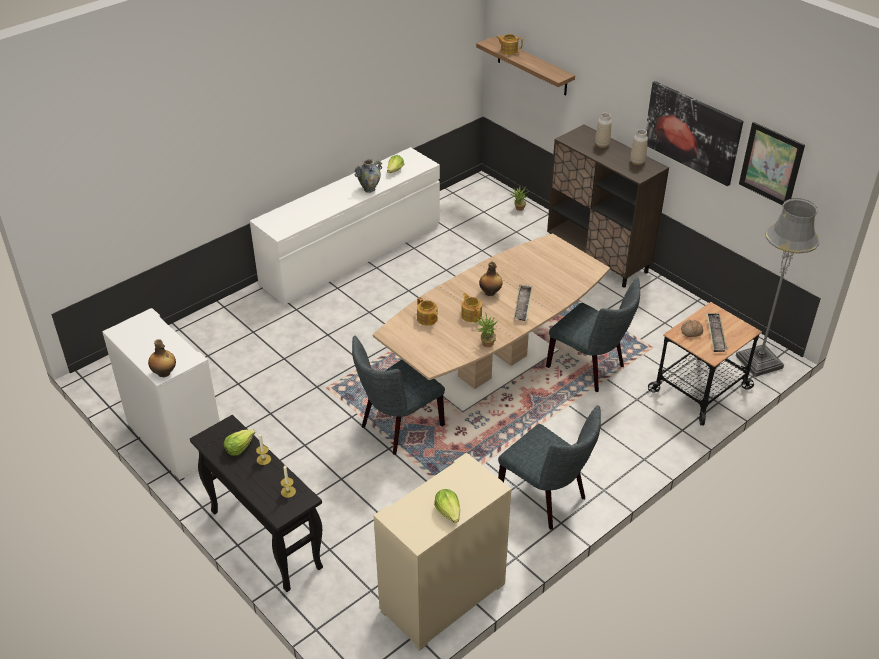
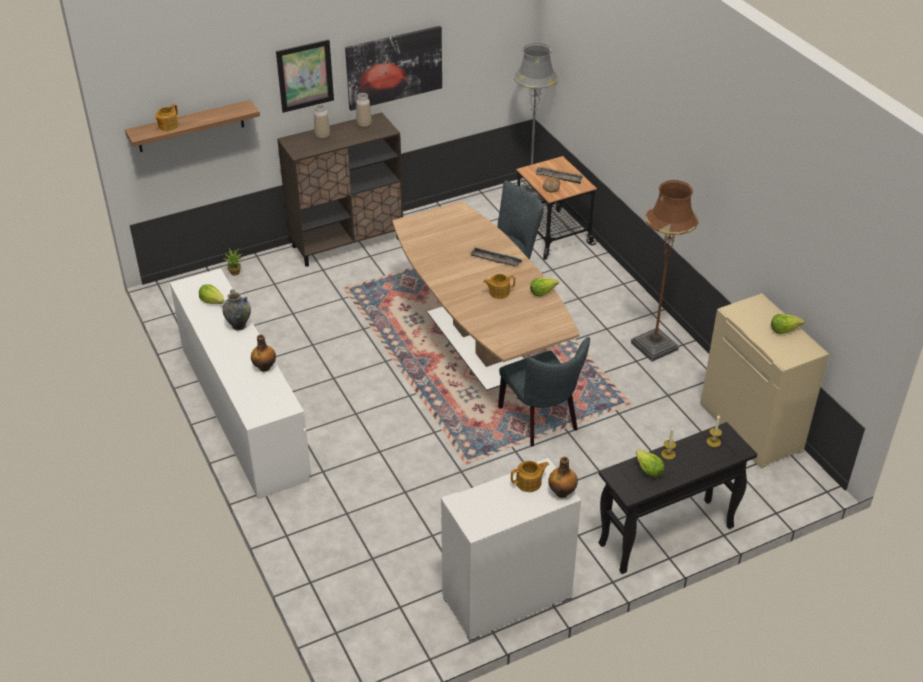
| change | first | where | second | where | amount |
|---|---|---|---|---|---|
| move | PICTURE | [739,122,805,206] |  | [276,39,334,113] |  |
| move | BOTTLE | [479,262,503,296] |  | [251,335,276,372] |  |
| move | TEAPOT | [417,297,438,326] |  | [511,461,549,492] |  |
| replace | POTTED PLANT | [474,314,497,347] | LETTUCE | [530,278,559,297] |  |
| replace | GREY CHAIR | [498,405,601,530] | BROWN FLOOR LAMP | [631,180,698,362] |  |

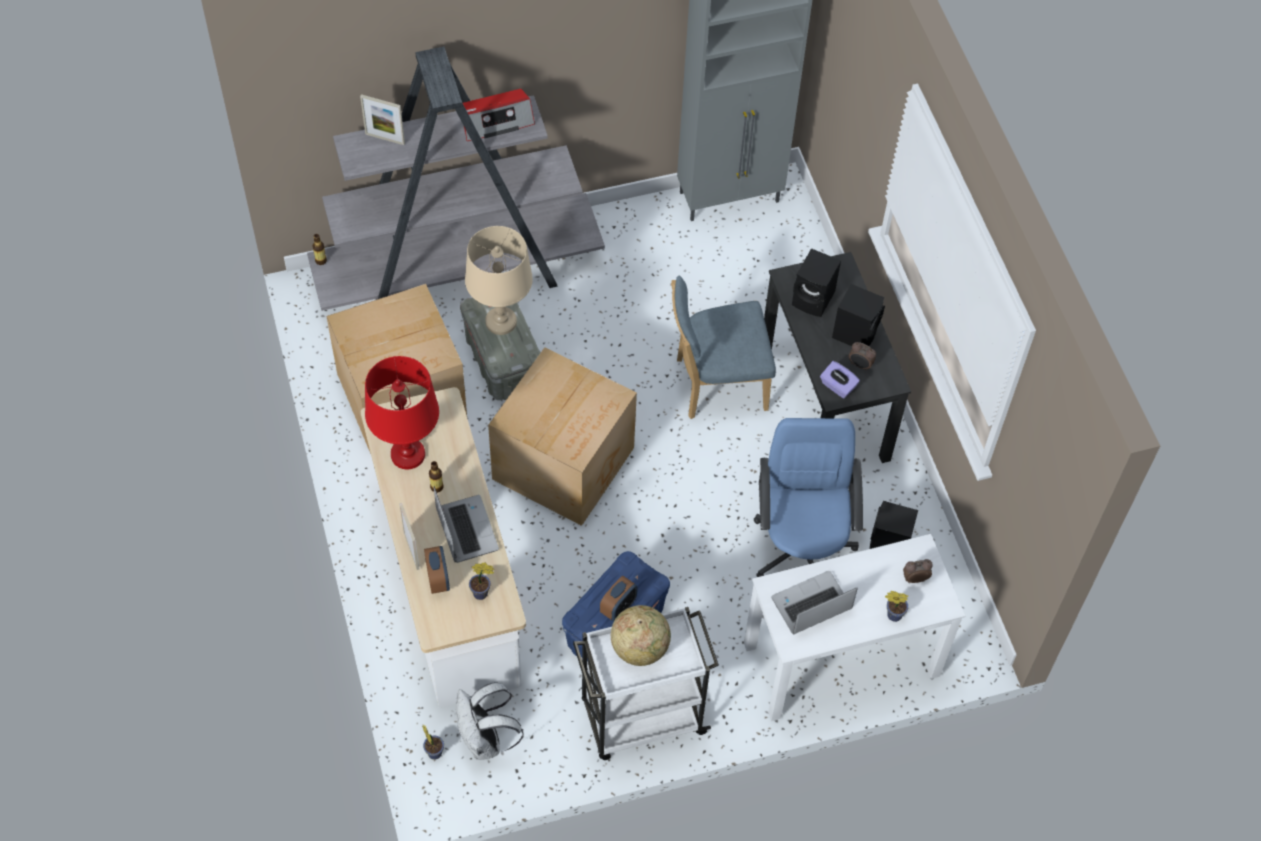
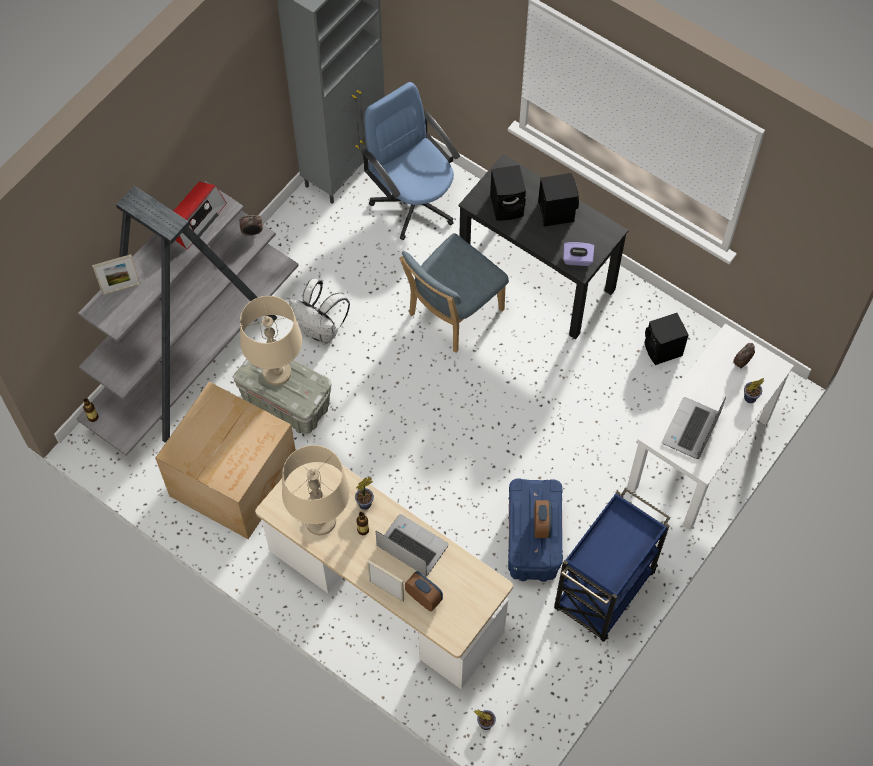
| change | first | where | second | where | amount |
|---|---|---|---|---|---|
| move | ALARM CLOCK | [849,342,876,371] |  | [239,215,263,236] |  |
| delete | CARDBOARD BOX | [488,347,637,526] |  |  |  |
| recolor | RED TABLE LAMP | [365,356,439,469] | BEIGE TABLE LAMP | [282,445,350,535] |  |
| move | BLUE OFFICE CHAIR | [754,418,863,577] |  | [361,82,460,240] |  |
| move | POTTED PLANT | [469,562,494,600] |  | [355,477,374,510] |  |
| delete | GLOBE | [611,605,671,666] |  |  |  |
| recolor | WHITE CART | [573,607,719,760] | BLUE CART | [554,488,671,642] |  |
| move | WHITE BACKPACK | [456,682,524,760] |  | [289,279,350,345] |  |

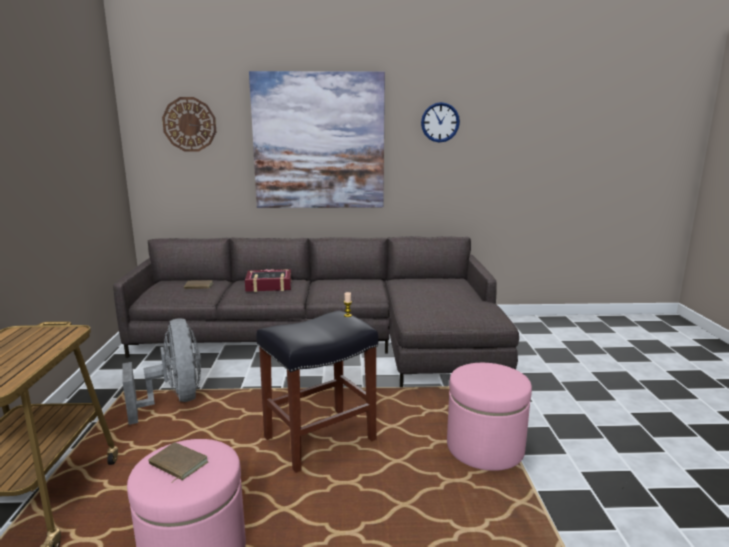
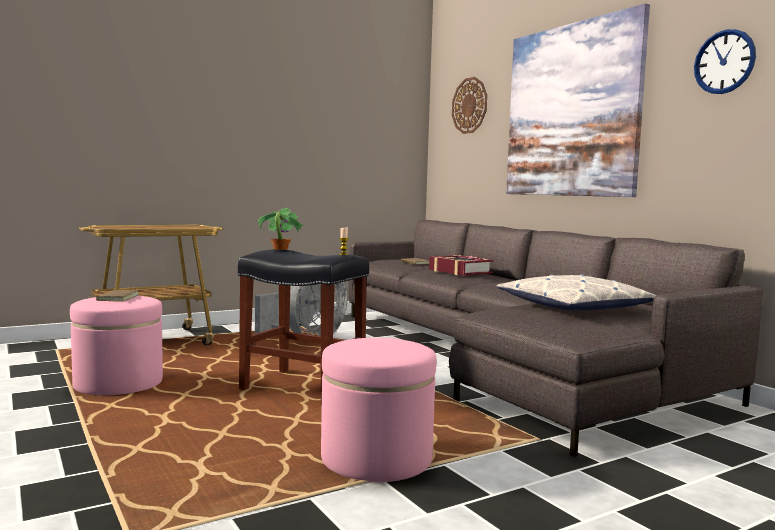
| change | first | where | second | where | amount |
|---|---|---|---|---|---|
| insert |  |  | POTTED PLANT | [258,208,304,250] |  |
| insert |  |  | PILLOW | [497,274,657,310] |  |

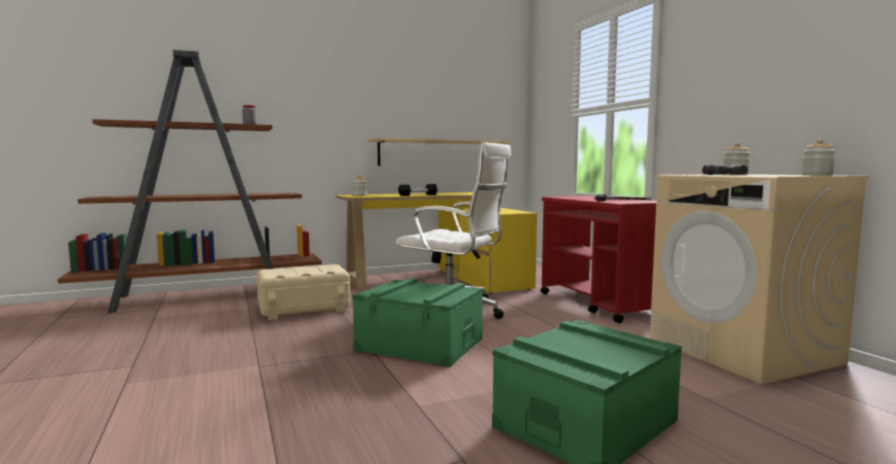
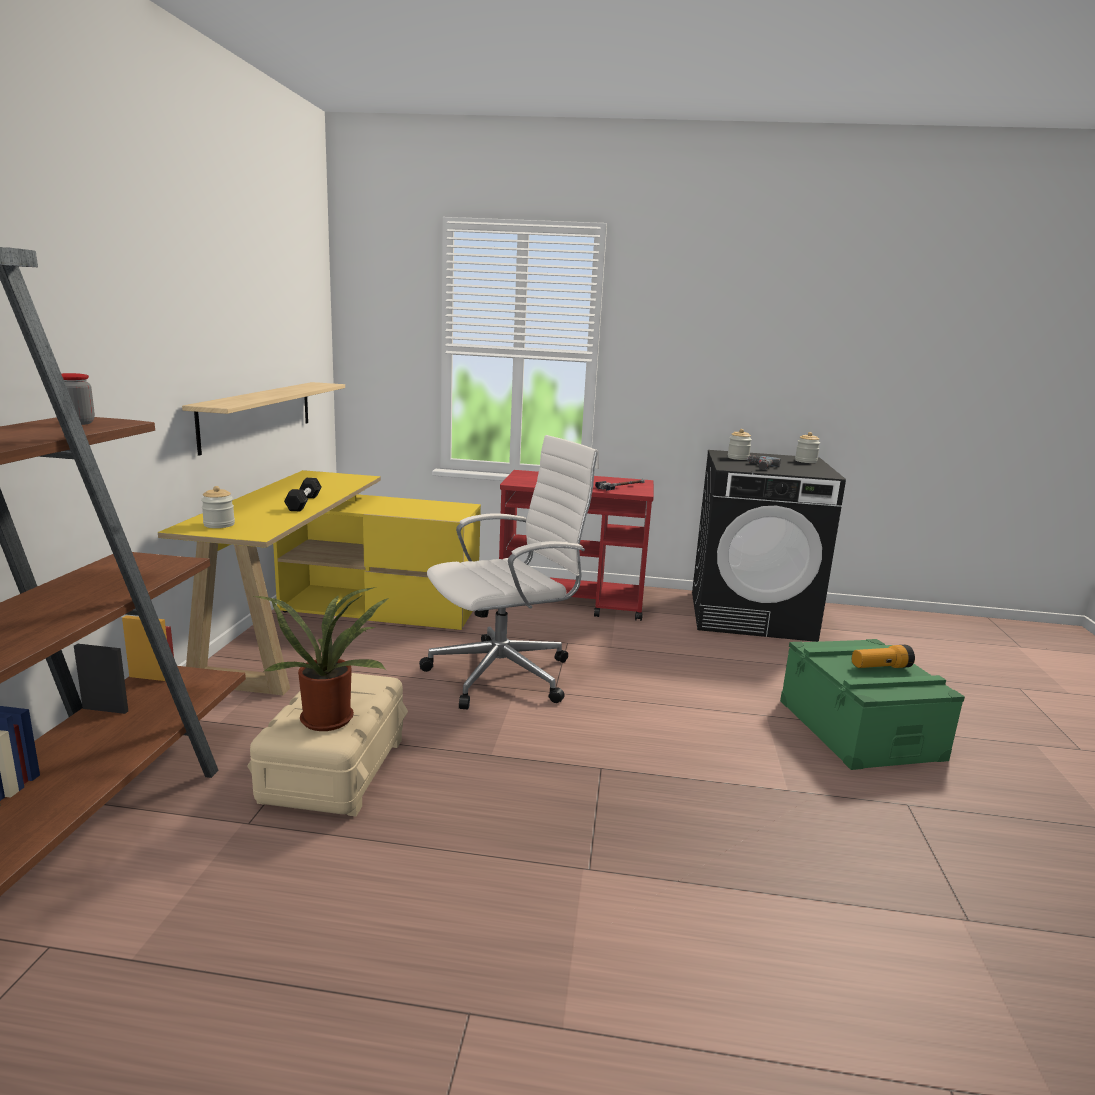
| change | first | where | second | where | amount |
|---|---|---|---|---|---|
| recolor | BEIGE WASHING MACHINE | [650,174,869,384] | BLACK WASHING MACHINE | [692,450,846,642] |  |
| delete | GREEN STORAGE BOX | [352,278,483,367] |  |  |  |
| insert |  |  | POTTED PLANT | [254,587,389,731] |  |
| insert |  |  | FLASHLIGHT | [852,645,915,668] |  |

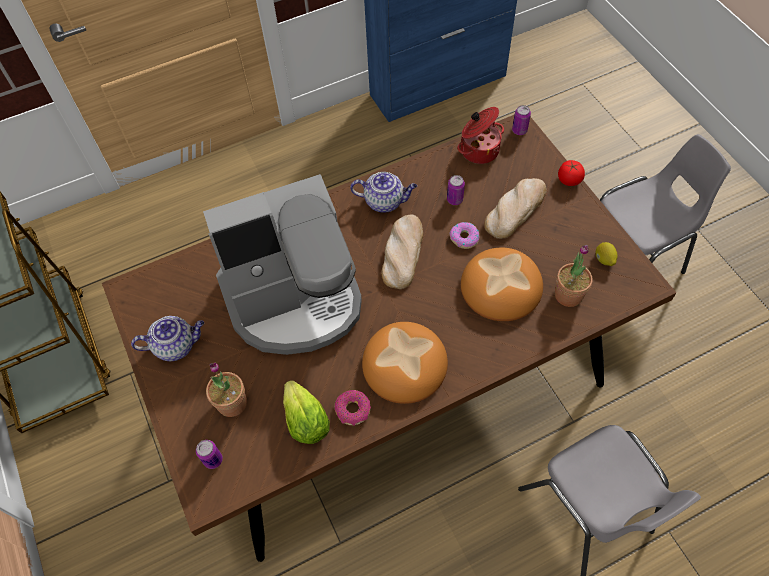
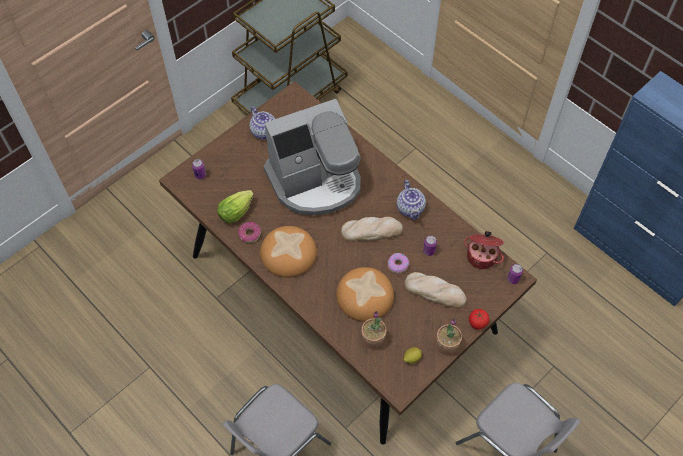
| change | first | where | second | where | amount |
|---|---|---|---|---|---|
| rotate | COFFEE MACHINE | [203,174,362,355] |  | [264,99,361,215] | 75 degrees counterclockwise |
| move | POTTED PLANT | [206,363,247,417] |  | [437,318,462,355] |  |

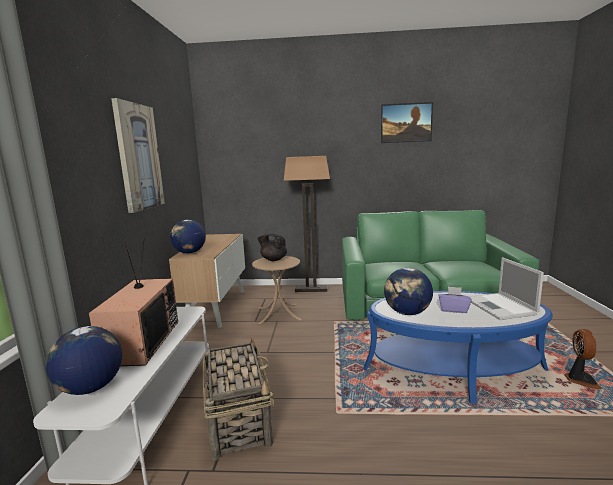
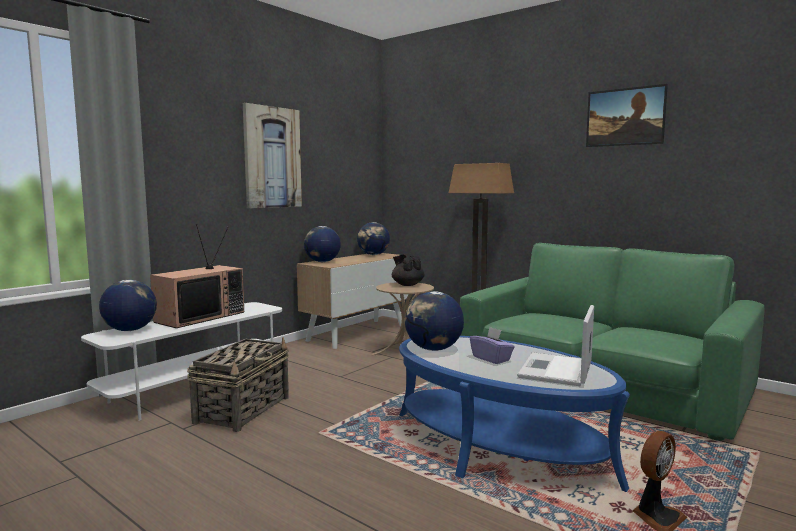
| change | first | where | second | where | amount |
|---|---|---|---|---|---|
| insert |  |  | GLOBE | [357,222,390,255] |  |

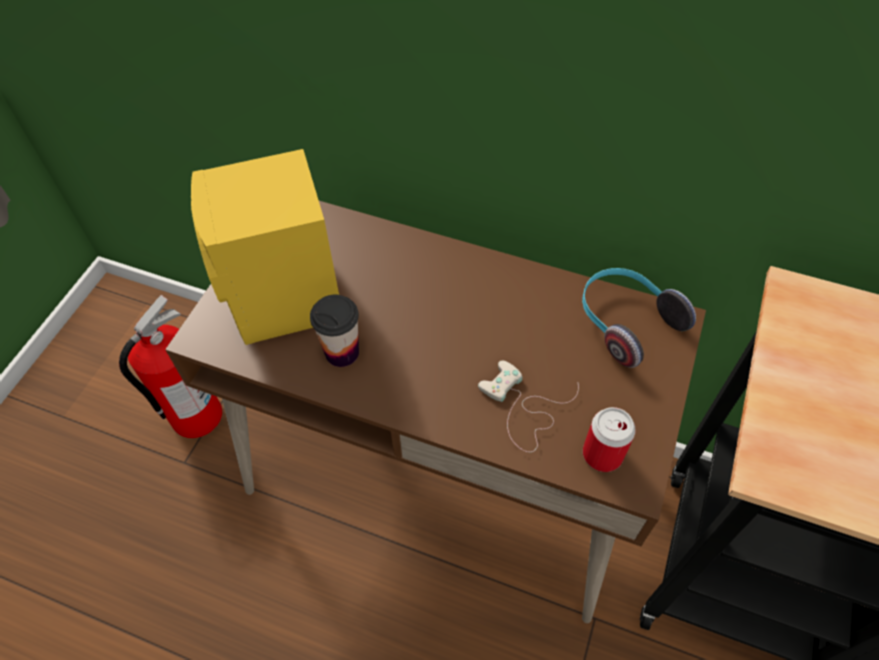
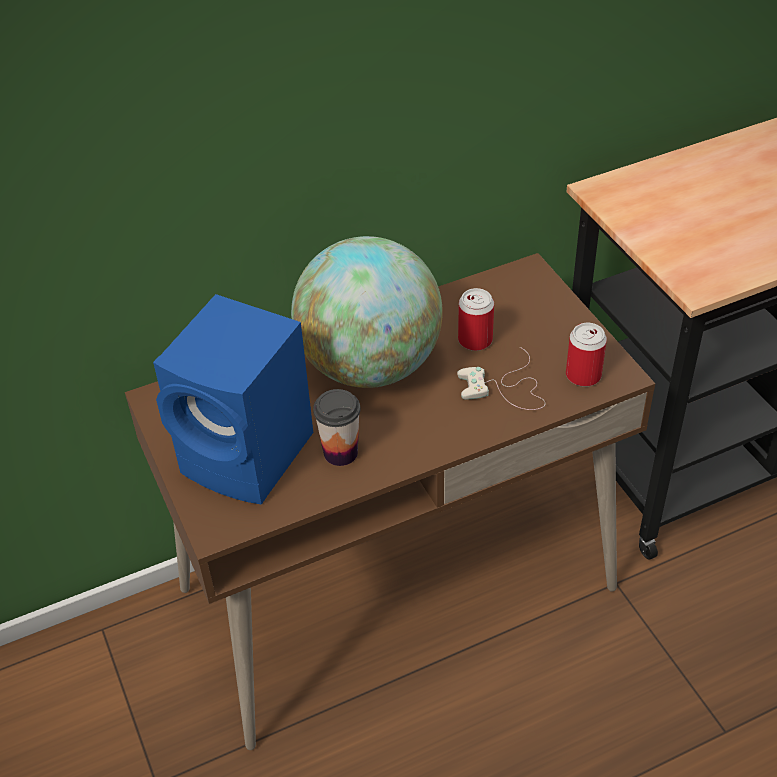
| change | first | where | second | where | amount |
|---|---|---|---|---|---|
| recolor | YELLOW SPEAKER | [191,149,339,345] | BLUE SPEAKER | [153,294,313,505] |  |
| delete | HEADPHONES | [582,268,696,368] |  |  |  |
| delete | FIRE EXTINGUISHER | [119,295,222,438] |  |  |  |
| insert |  |  | GLOBE | [291,236,443,388] |  |
| insert |  |  | CAN | [458,288,494,351] |  |

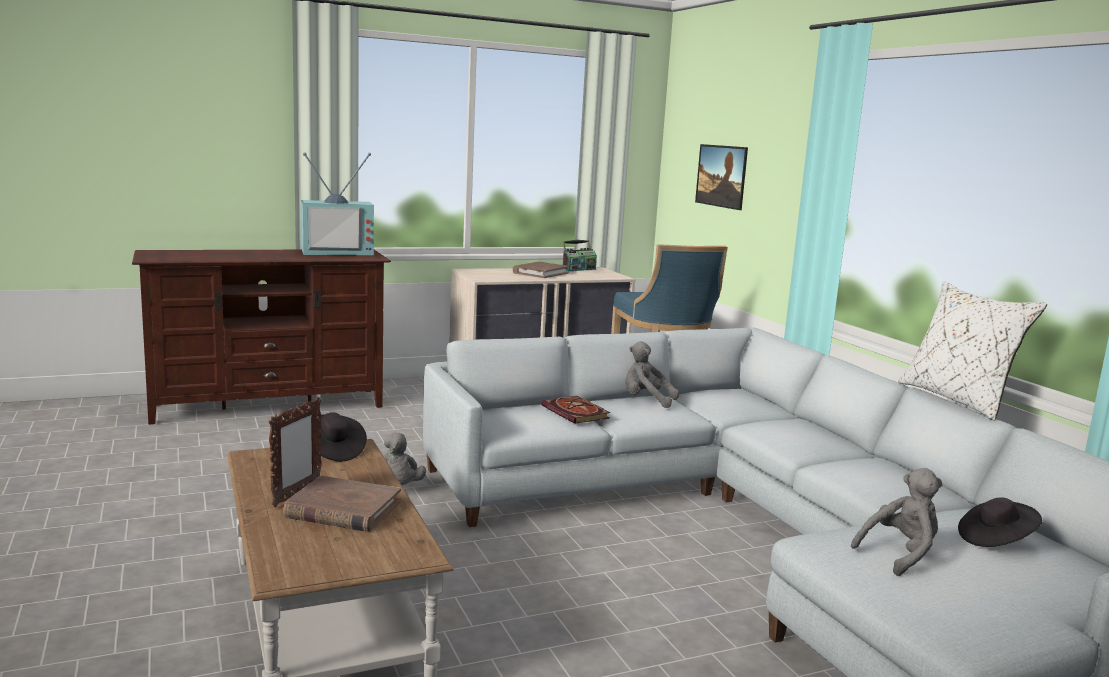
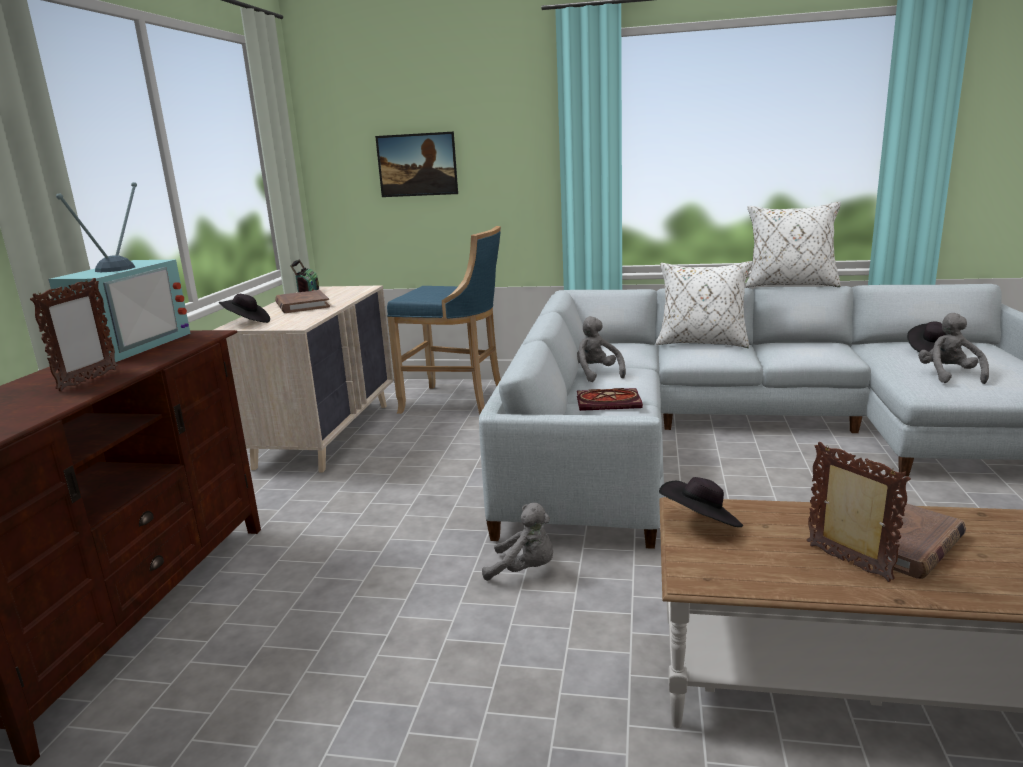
| change | first | where | second | where | amount |
|---|---|---|---|---|---|
| rotate | GREY PLUSH TOY | [625,341,679,408] |  | [577,316,626,382] | 105 degrees clockwise |
| insert |  |  | WHITE PILLOW | [656,261,752,348] |  |
| insert |  |  | PICTURE FRAME | [30,278,118,391] |  |
| insert |  |  | BLACK HAT | [219,294,270,323] |  |

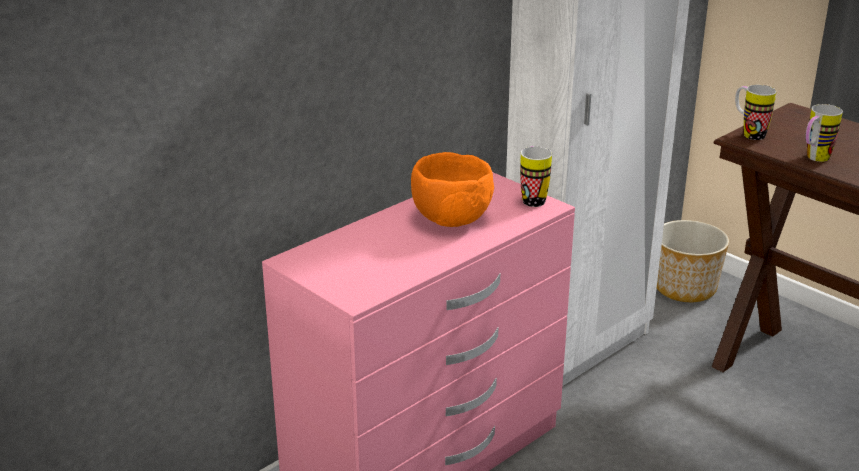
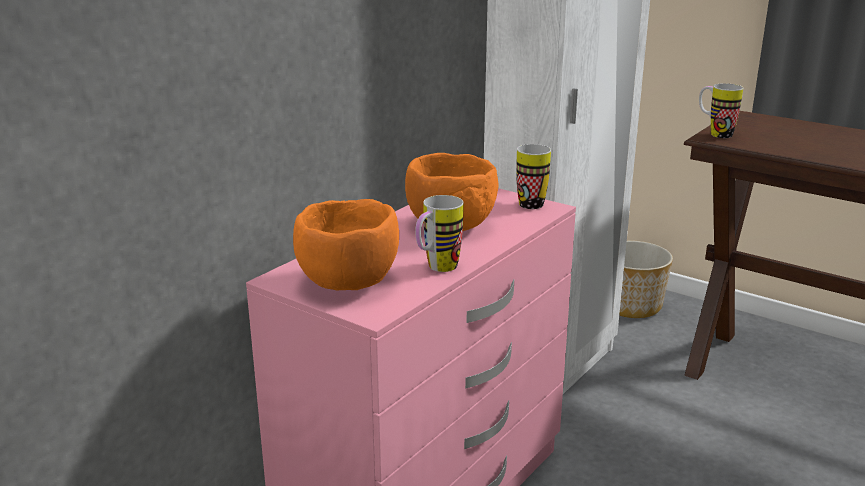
| change | first | where | second | where | amount |
|---|---|---|---|---|---|
| move | MUG | [806,104,843,162] |  | [415,195,464,272] |  |
| insert |  |  | ORANGE BOWL | [293,199,399,290] |  |

